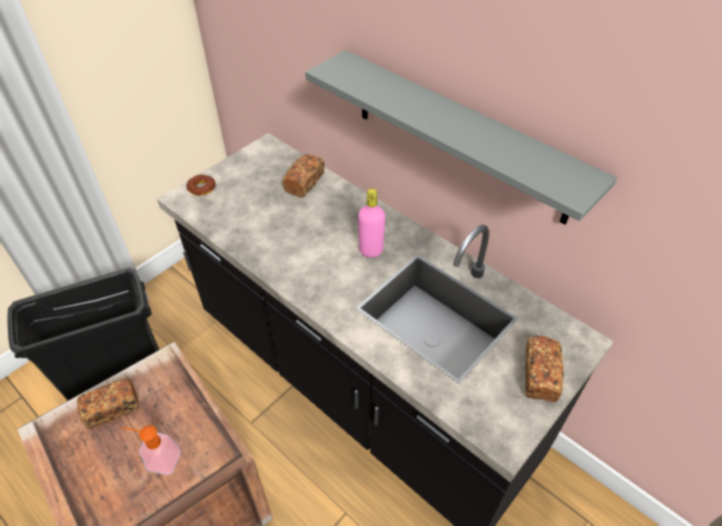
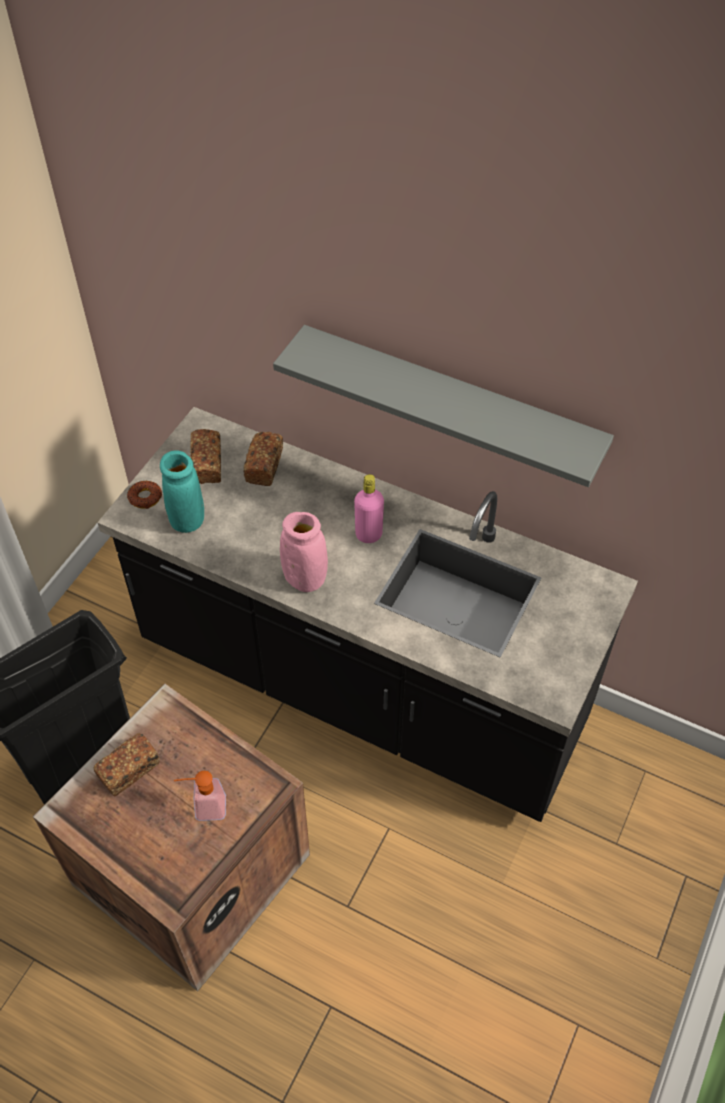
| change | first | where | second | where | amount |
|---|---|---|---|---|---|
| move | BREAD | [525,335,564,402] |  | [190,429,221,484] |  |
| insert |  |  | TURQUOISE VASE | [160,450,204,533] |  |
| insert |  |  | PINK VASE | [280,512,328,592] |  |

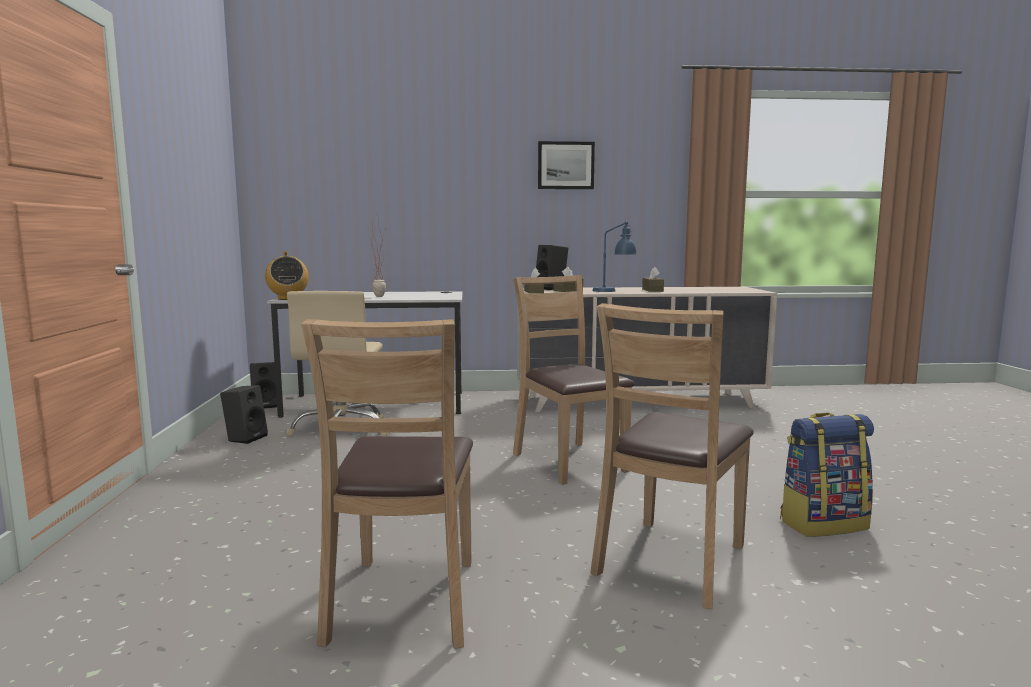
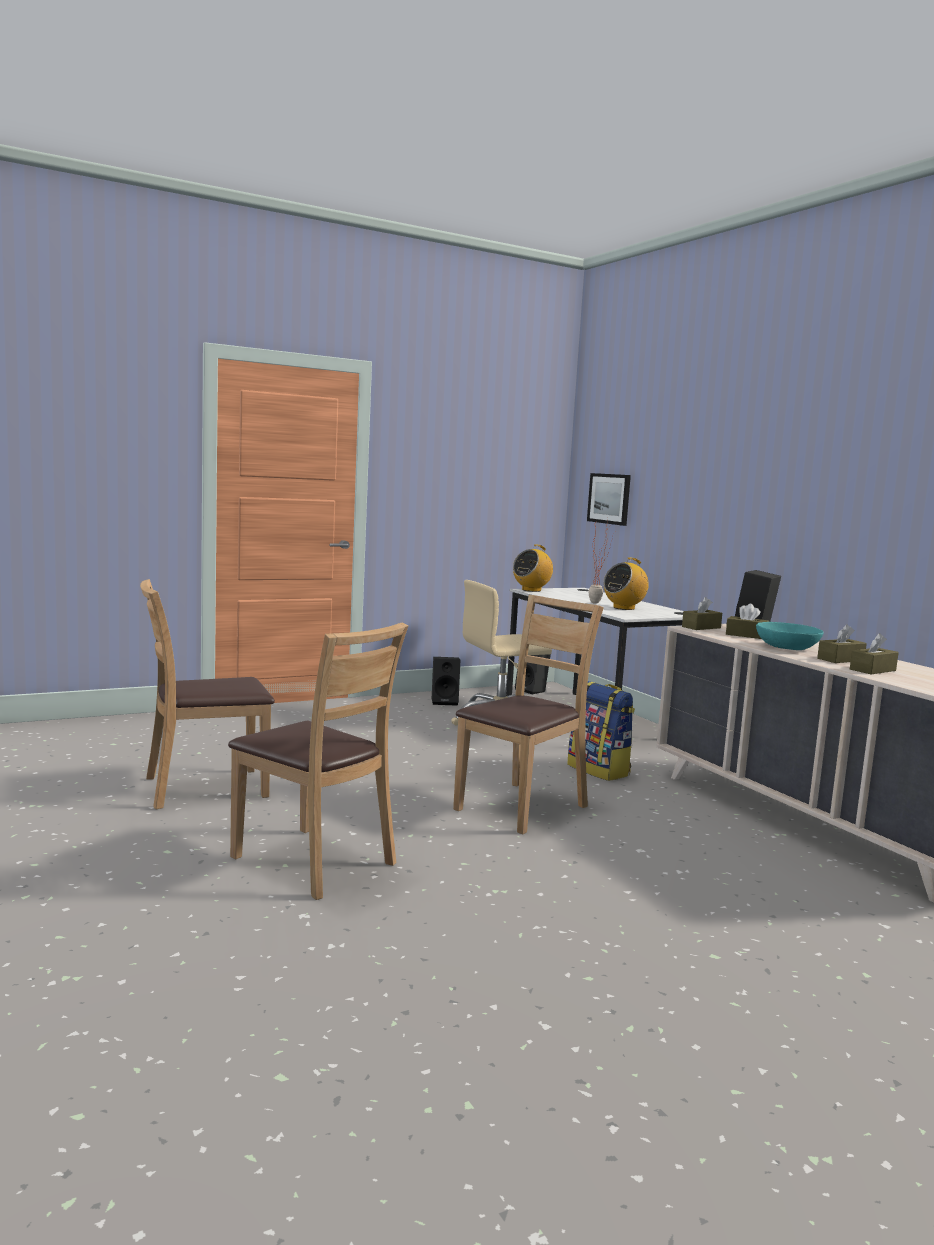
| change | first | where | second | where | amount |
|---|---|---|---|---|---|
| move | PICTURE | [538,141,595,189] |  | [587,473,631,526] |  |
| replace | BLUE TABLE LAMP | [592,221,637,292] | TURQUOISE BOWL | [756,622,824,650] |  |
| rotate | BROWN CHAIR | [590,303,754,609] |  | [228,623,408,900] | 150 degrees counterclockwise |
| move | BACKPACK | [780,413,874,537] |  | [567,681,635,781] |  |
| insert |  |  | RADIO | [603,557,649,610] |  |
| insert |  |  | BROWN TISSUE BOX | [850,633,899,674] |  |

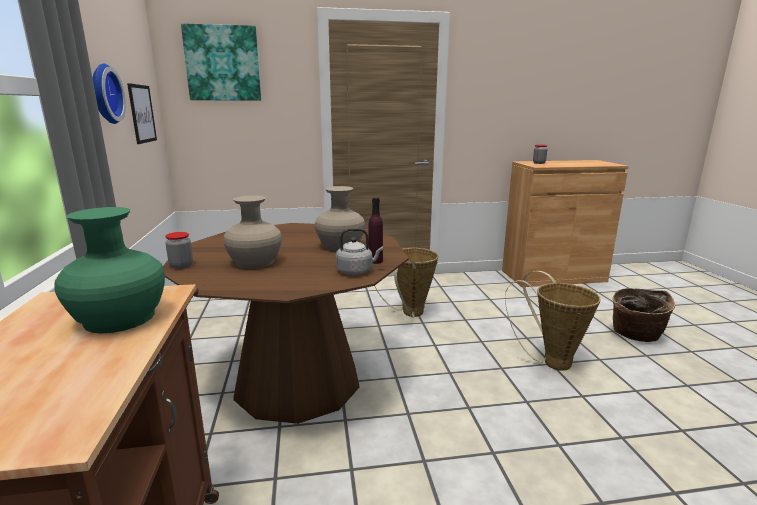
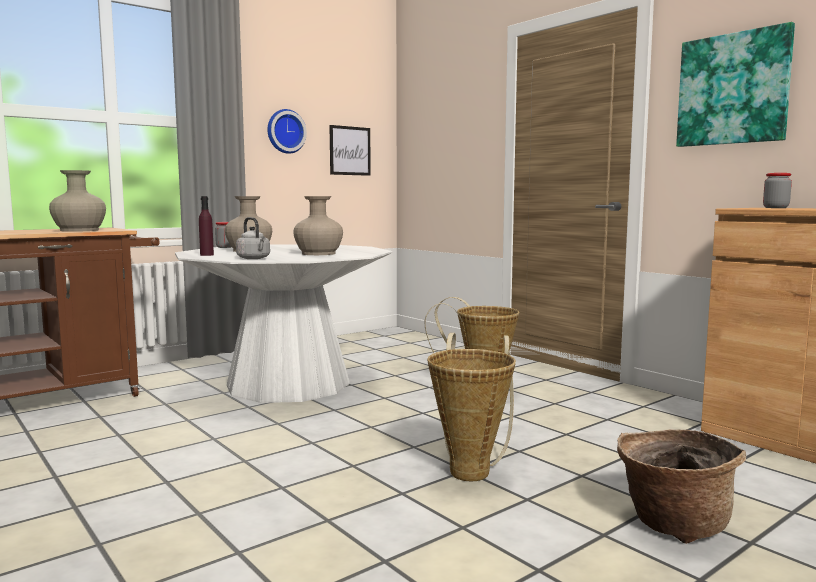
| change | first | where | second | where | amount |
|---|---|---|---|---|---|
| move | PICTURE | [181,23,261,101] |  | [676,22,795,147] |  |
| move | PURPLE BOTTLE | [368,197,383,264] |  | [199,196,214,256] |  |
| recolor | GREEN VASE | [54,207,165,333] | BEIGE VASE | [49,170,106,232] |  |
| recolor | BROWN DINING TABLE | [163,223,409,424] | WHITE DINING TABLE | [175,244,393,403] |  |

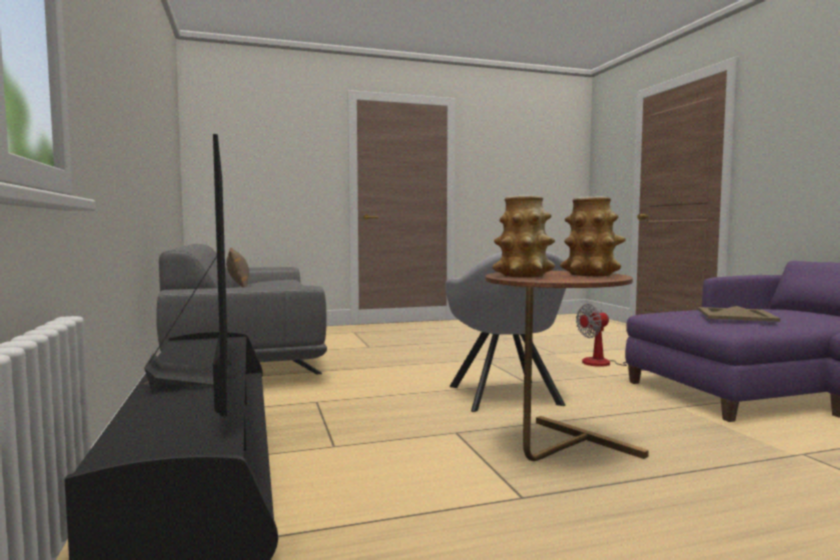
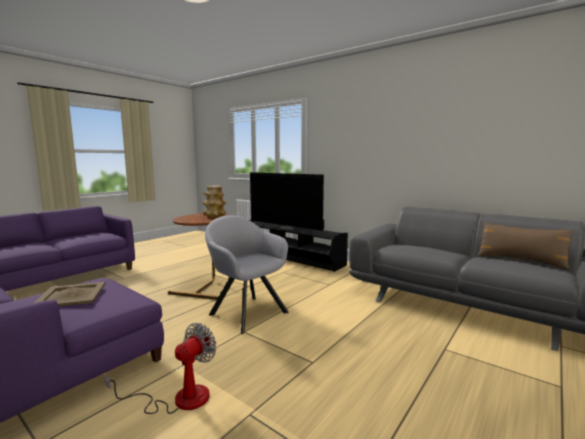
| change | first | where | second | where | amount |
|---|---|---|---|---|---|
| delete | VASE | [560,196,626,276] |  |  |  |

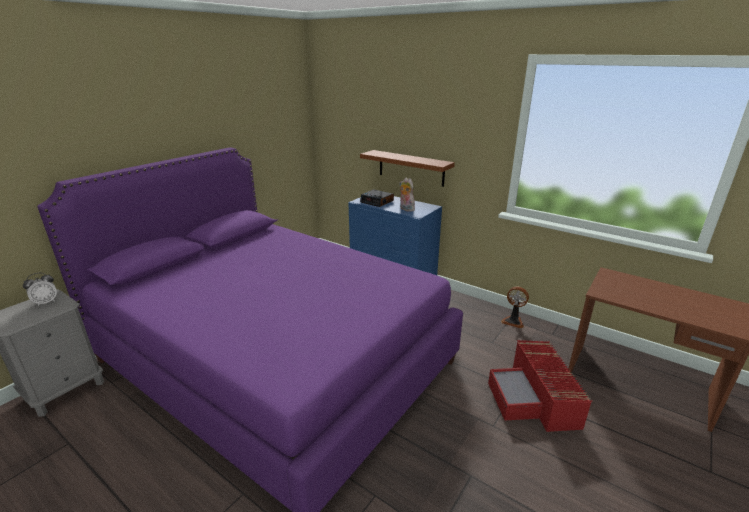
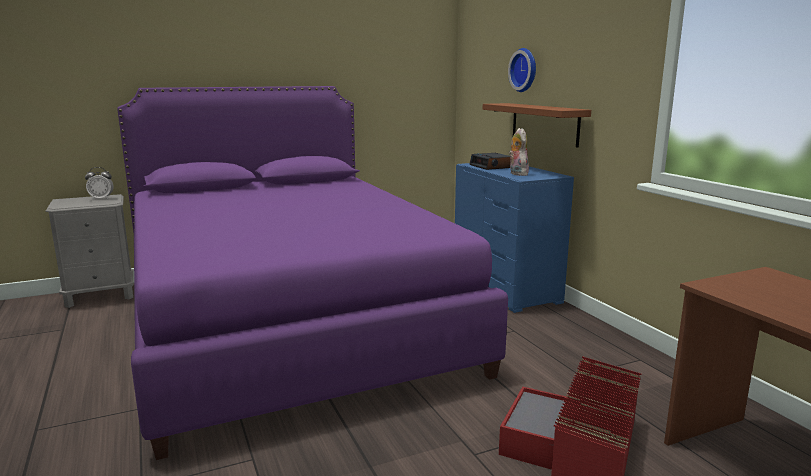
| change | first | where | second | where | amount |
|---|---|---|---|---|---|
| delete | FAN | [501,287,529,328] |  |  |  |
| insert |  |  | WALL CLOCK | [508,48,536,92] |  |

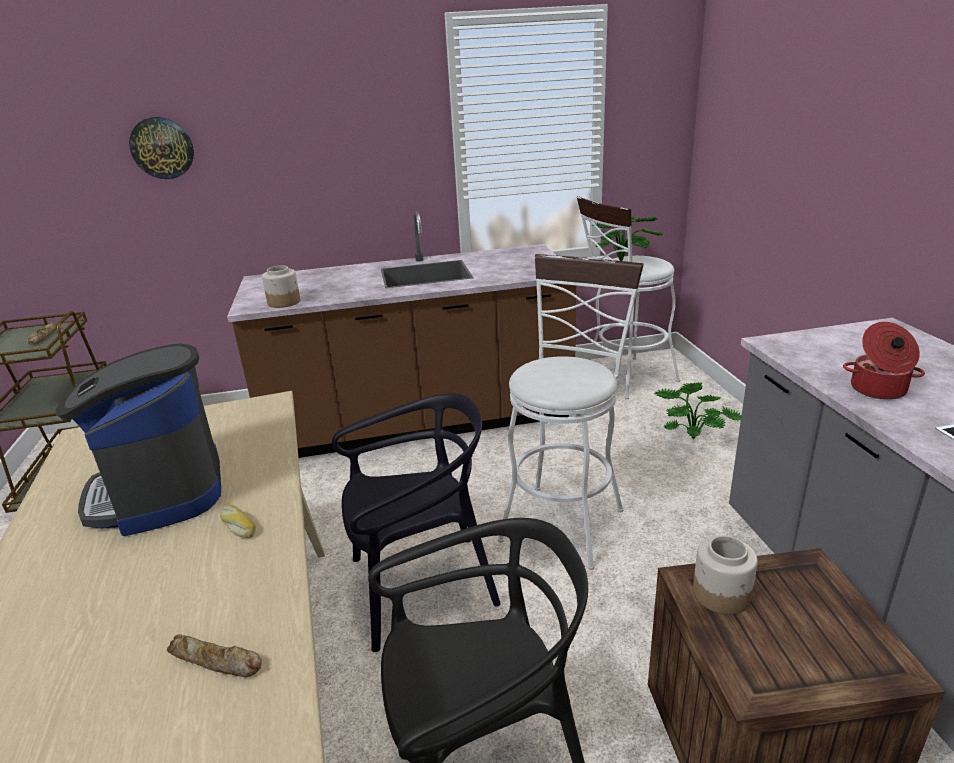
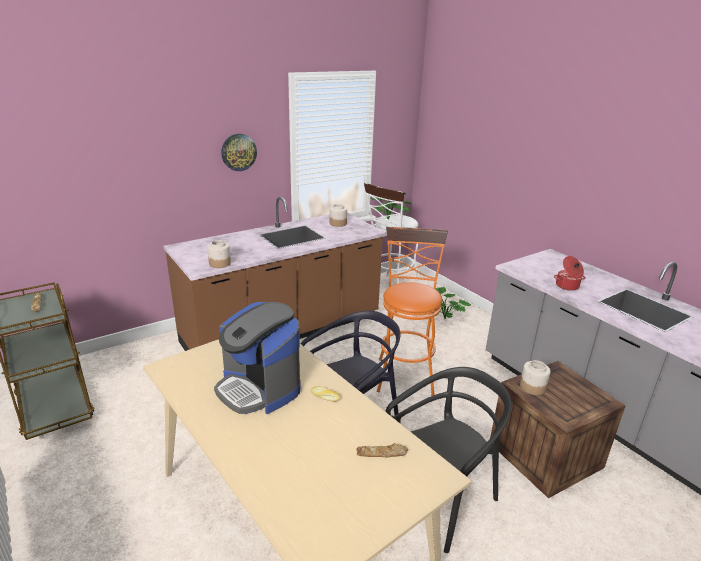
| change | first | where | second | where | amount |
|---|---|---|---|---|---|
| move | WALL CLOCK | [129,117,194,179] |  | [221,134,257,171] |  |
| recolor | WHITE STOOL | [498,254,644,570] | ORANGE STOOL | [377,227,448,396] |  |
| insert |  |  | JAR | [330,204,347,227] |  |

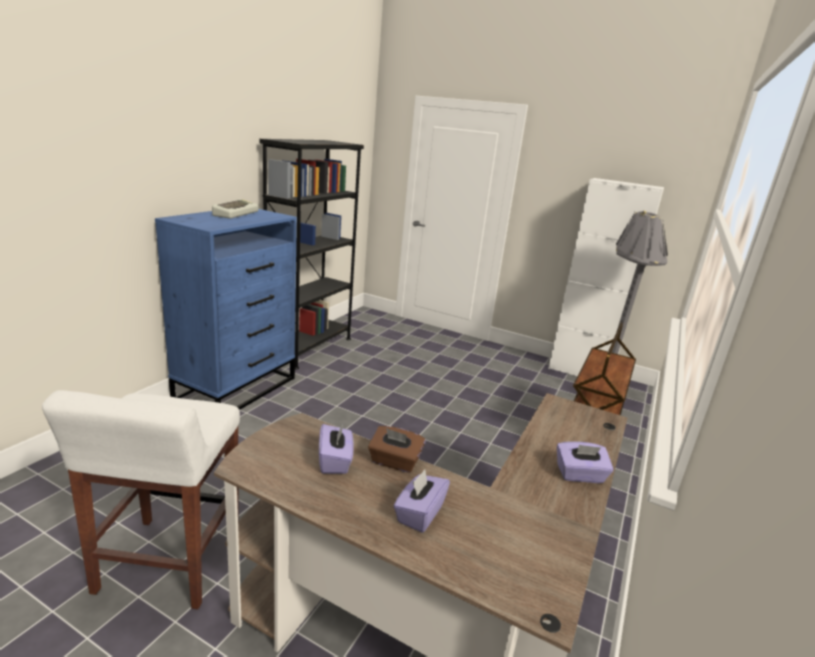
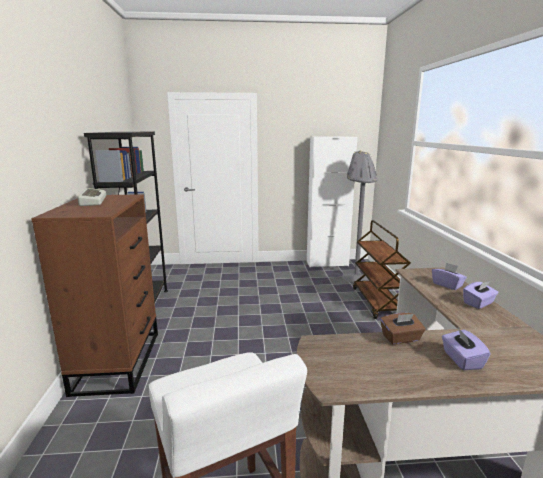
| change | first | where | second | where | amount |
|---|---|---|---|---|---|
| recolor | BLUE DRESSER | [155,209,297,410] | BROWN DRESSER | [31,194,158,397] |  |
| move | PURPLE TISSUE BOX | [319,424,354,474] |  | [432,262,467,290] |  |

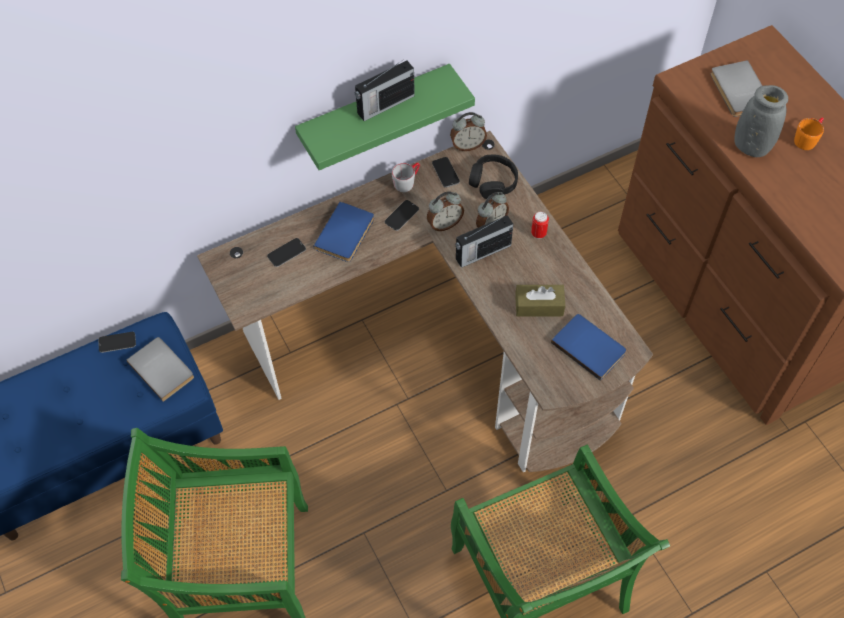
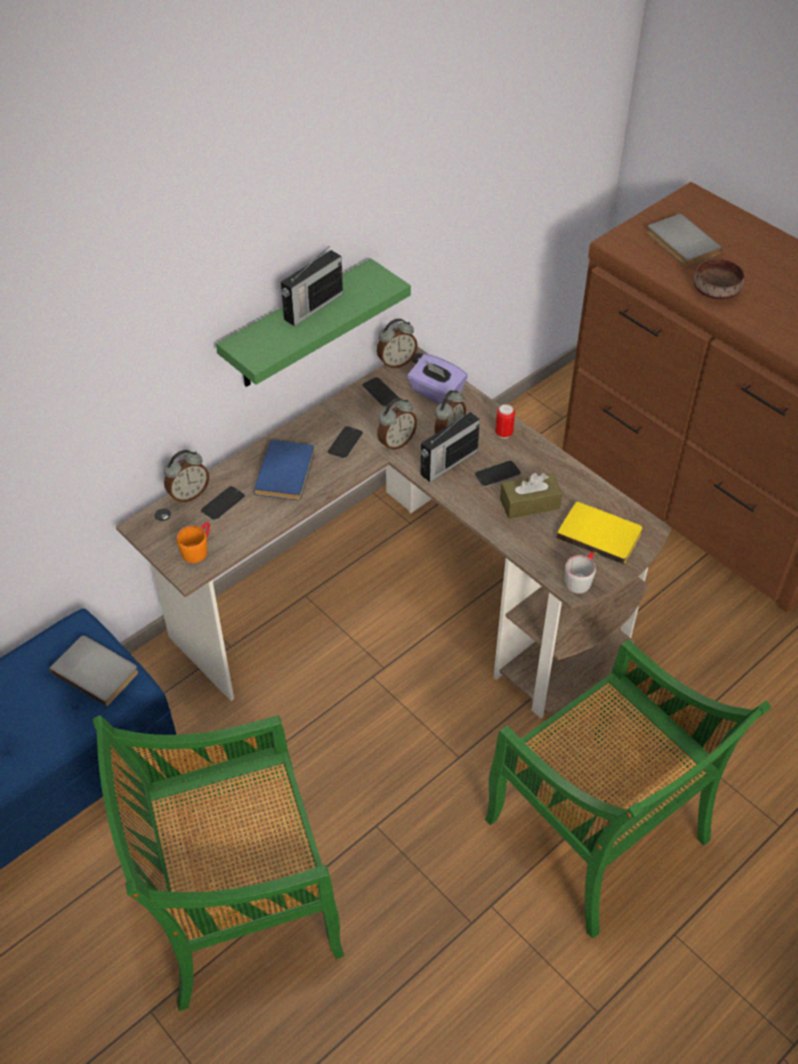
| change | first | where | second | where | amount |
|---|---|---|---|---|---|
| replace | GREY VASE | [734,85,788,157] | BROWN BOWL | [694,259,745,300] |  |
| move | ORANGE MUG | [794,117,824,150] |  | [177,522,210,563] |  |
| replace | BLACK HEADPHONES | [469,155,518,199] | PURPLE TISSUE BOX | [407,354,467,404] |  |
| move | GREY MUG | [392,163,420,192] |  | [565,552,596,594] |  |
| recolor | BLUE BOOK | [551,314,626,381] | YELLOW BOOK | [556,502,642,565] |  |
| move | PHONE | [98,332,136,353] |  | [475,461,521,487] |  |
| insert |  |  | ALARM CLOCK | [164,450,209,503] |  |

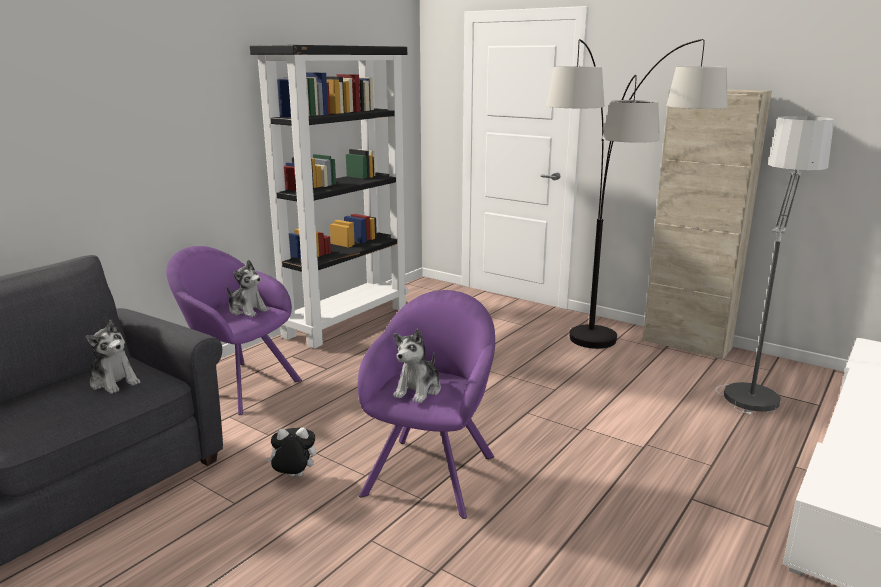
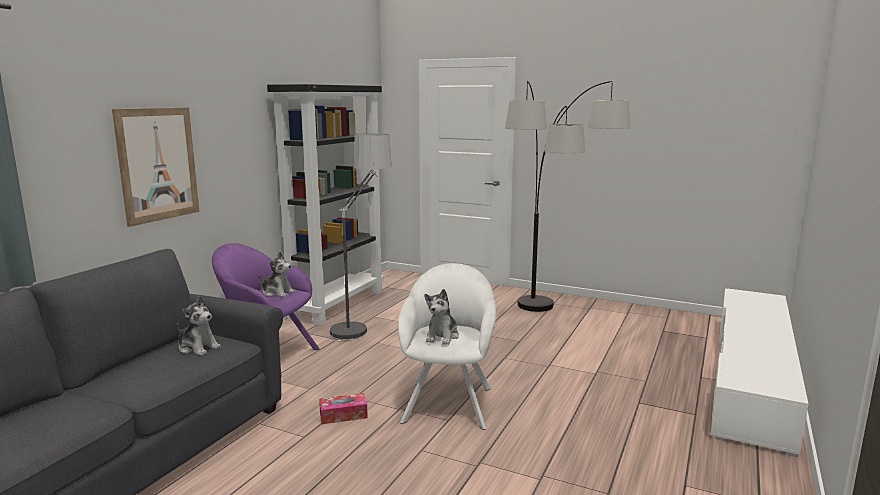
| change | first | where | second | where | amount |
|---|---|---|---|---|---|
| delete | BEIGE CABINET | [643,89,772,360] |  |  |  |
| move | FLOOR LAMP | [716,116,834,415] |  | [329,133,391,342] |  |
| recolor | PURPLE ARMCHAIR | [358,290,495,519] | WHITE ARMCHAIR | [398,263,496,430] |  |
| replace | PLUSH TOY | [266,427,316,477] | TISSUE BOX | [319,393,368,424] |  |
| insert |  |  | PICTURE | [112,107,199,227] |  |

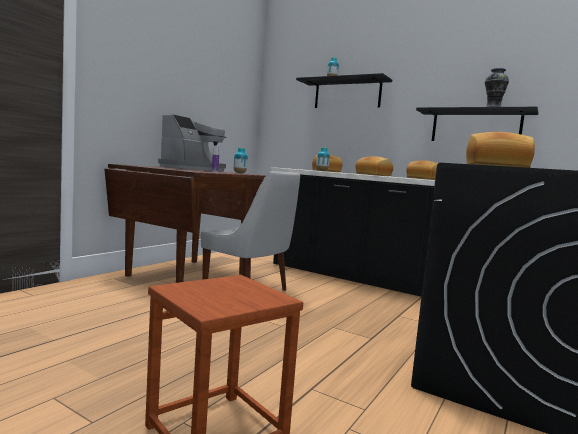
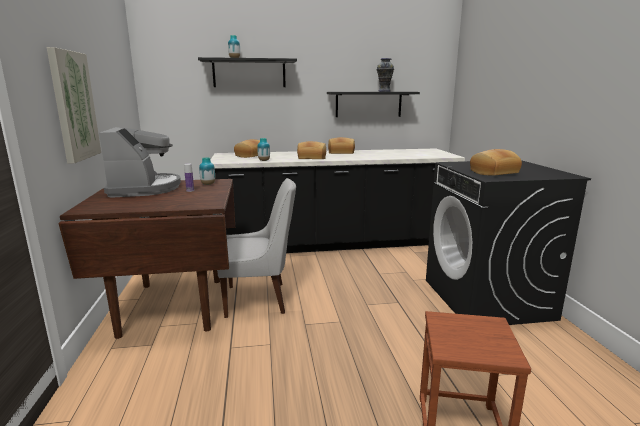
| change | first | where | second | where | amount |
|---|---|---|---|---|---|
| insert |  |  | PICTURE | [47,47,101,164] |  |

